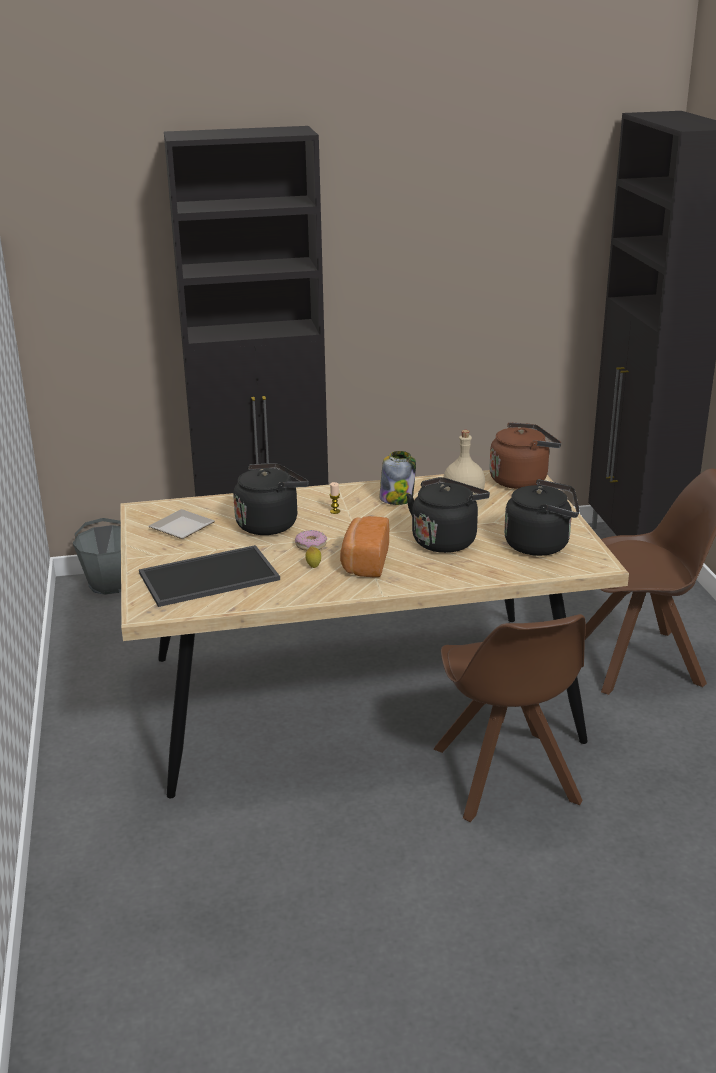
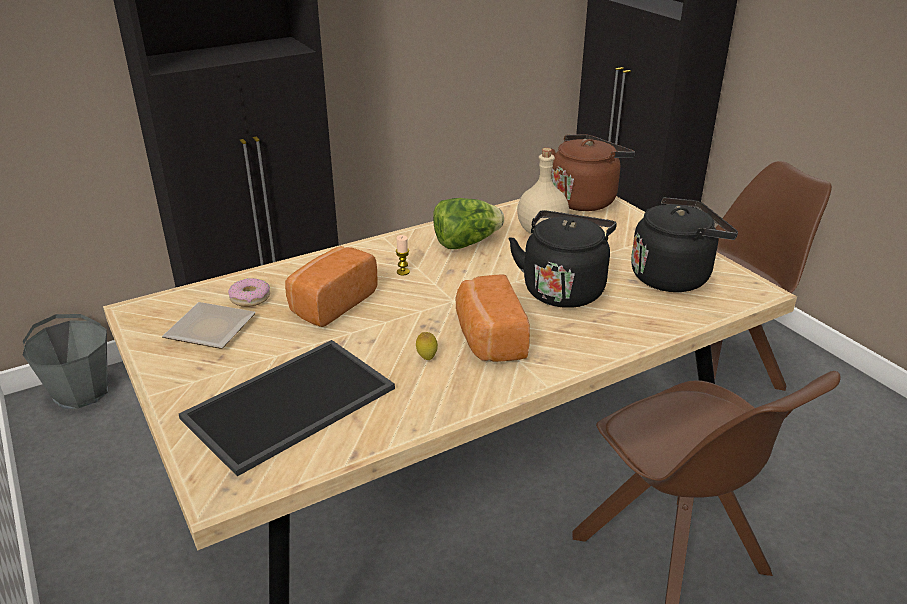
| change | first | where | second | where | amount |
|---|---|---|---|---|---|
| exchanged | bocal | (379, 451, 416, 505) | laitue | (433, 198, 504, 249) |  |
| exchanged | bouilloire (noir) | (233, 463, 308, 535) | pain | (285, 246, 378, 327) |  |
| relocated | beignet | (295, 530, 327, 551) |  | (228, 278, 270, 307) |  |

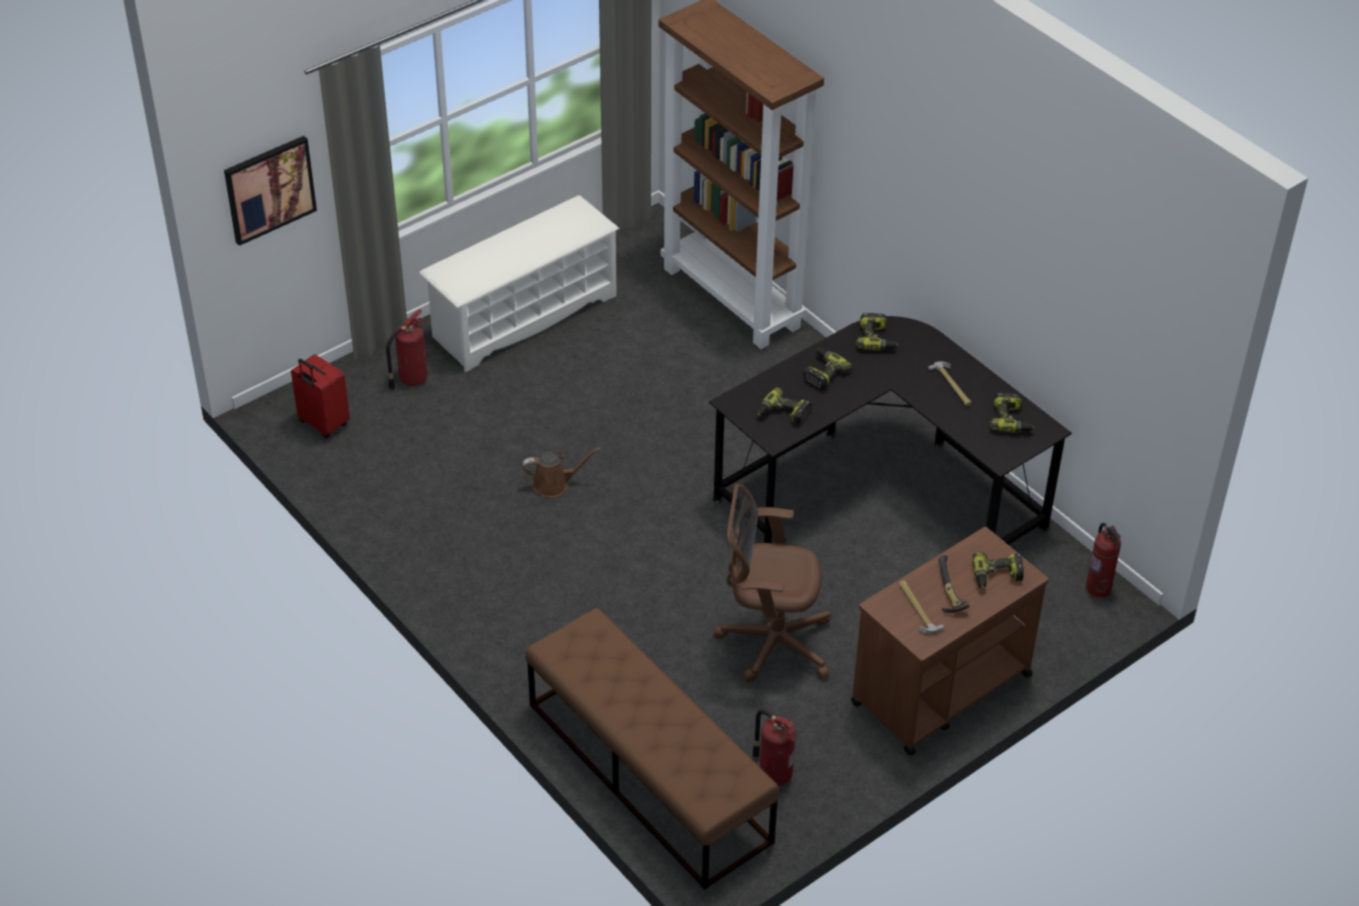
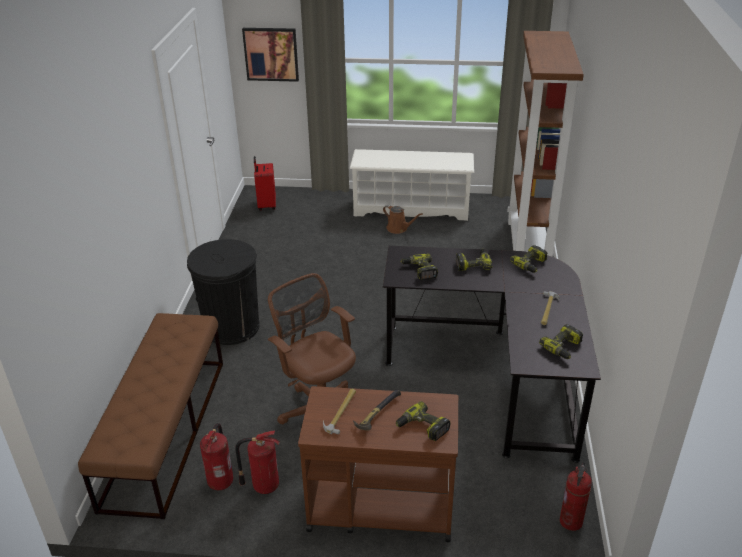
| change | first | where | second | where | amount |
|---|---|---|---|---|---|
| relocated | extincteur | (386, 309, 428, 390) |  | (235, 431, 279, 494) |  |
| relocated | arrosoir (marron) | (522, 448, 601, 497) |  | (383, 205, 422, 234) |  |
| appeared |  |  | poubelle (noir) | (187, 239, 260, 345) |  |

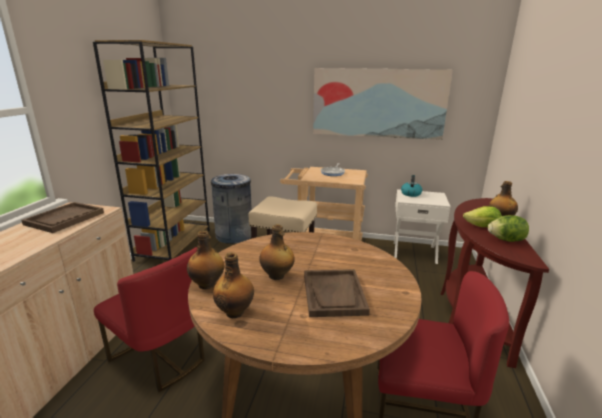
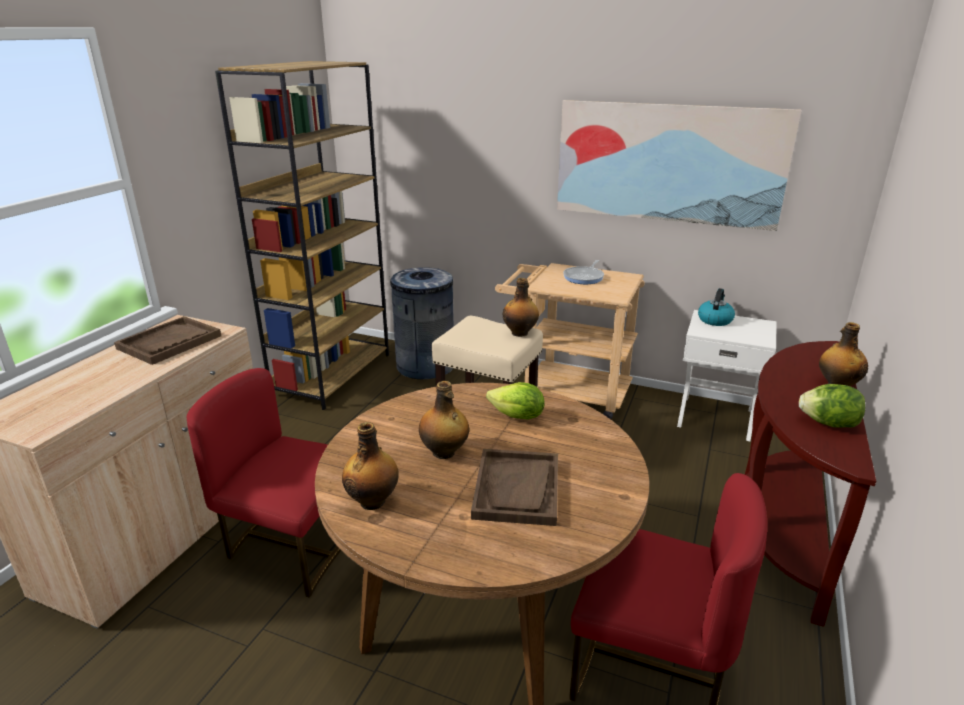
| change | first | where | second | where | amount |
|---|---|---|---|---|---|
| relocated | laitue | (463, 206, 502, 227) |  | (486, 382, 545, 420) |  |
| relocated | bouteille | (187, 231, 225, 289) |  | (503, 278, 539, 337) |  |
| spun | chaise (rouge) | (94, 247, 205, 392) |  | (187, 368, 341, 598) | 150 degrees clockwise |

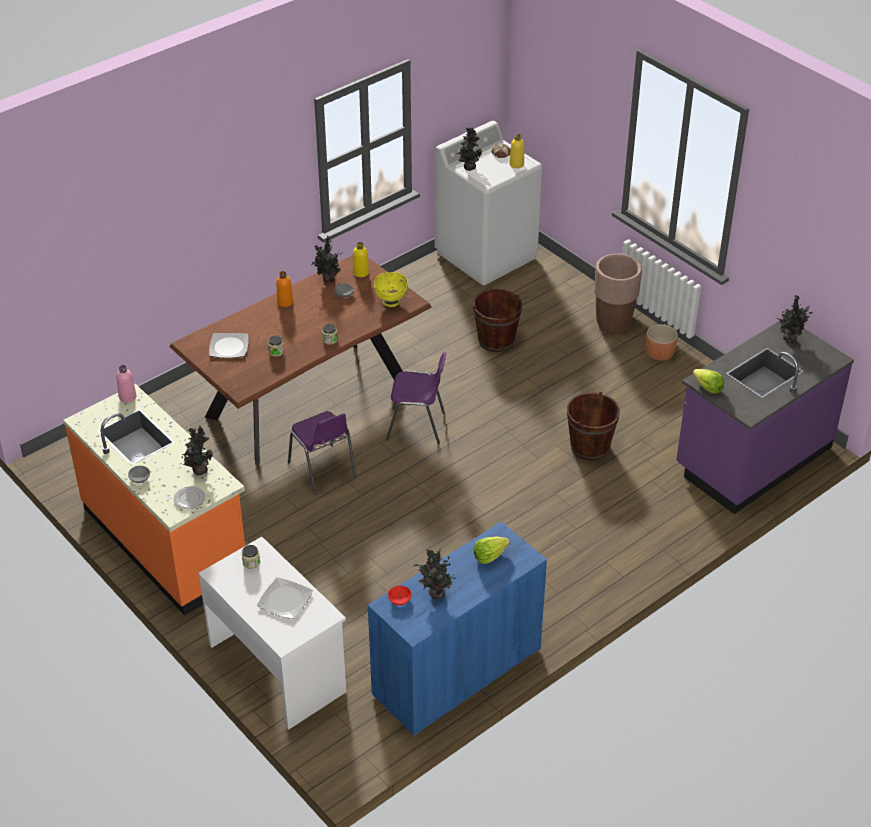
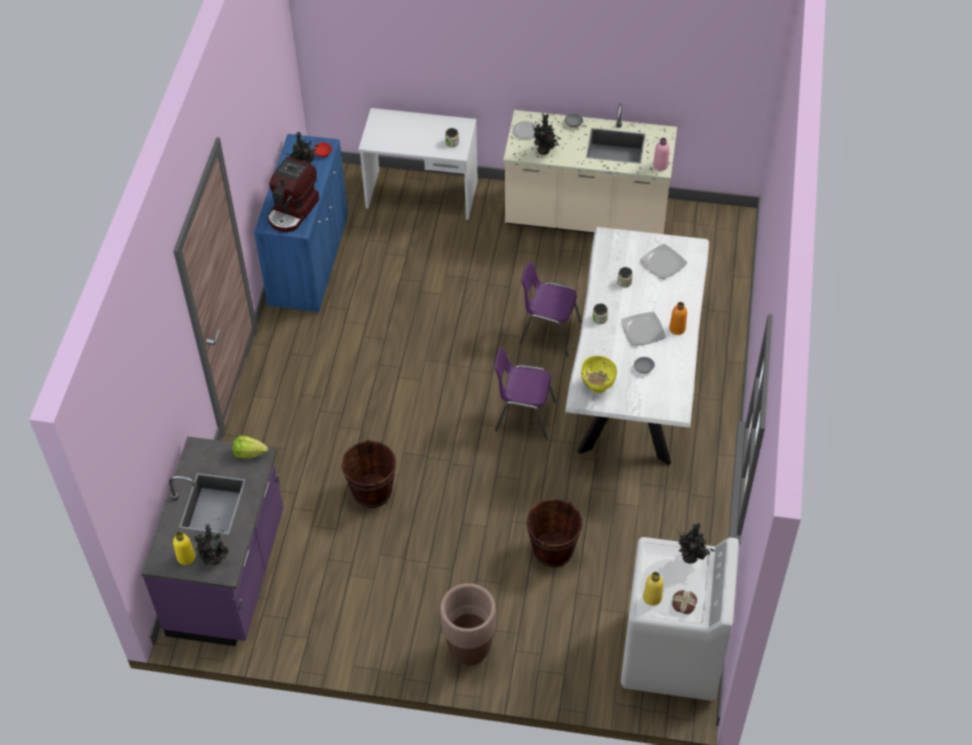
| change | first | where | second | where | amount |
|---|---|---|---|---|---|
| missing | plante en pot | (311, 236, 343, 282) |  |  |  |
| relocated | bouteille (jaune) | (353, 242, 369, 277) |  | (173, 532, 195, 565) |  |
| colour | table à manger (marron) | (169, 255, 432, 465) | table à manger (blanc) | (565, 227, 709, 465) |  |
| missing | cache-pot (marron) | (646, 324, 678, 361) |  |  |  |
| spun | chaise (violet) | (386, 352, 446, 444) |  | (494, 347, 556, 440) | 45 degrees clockwise |
| colour | comptoir de cuisine (orange) | (63, 384, 245, 616) | comptoir de cuisine (beige) | (503, 104, 677, 234) |  |
| exchanged | laitue | (474, 537, 510, 564) | machine à café | (267, 157, 319, 232) |  |
| relocated | assiette | (257, 577, 313, 619) |  | (621, 312, 666, 345) |  |

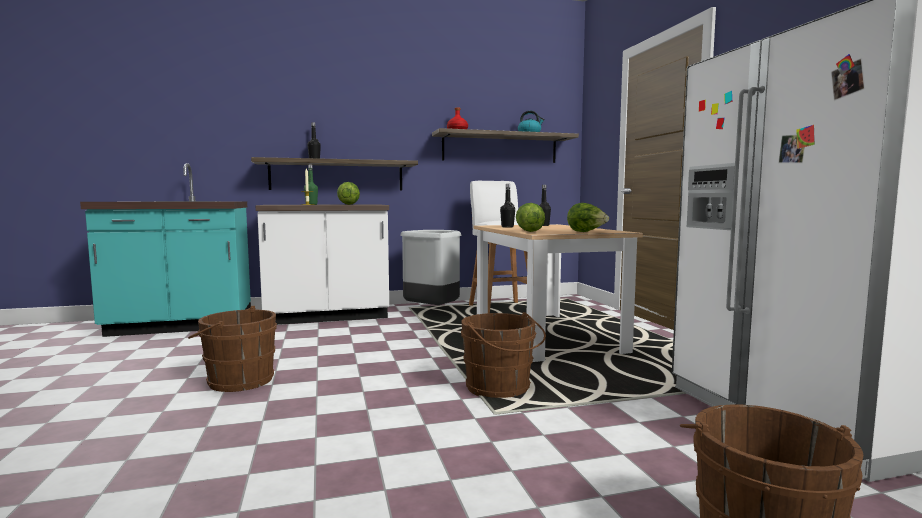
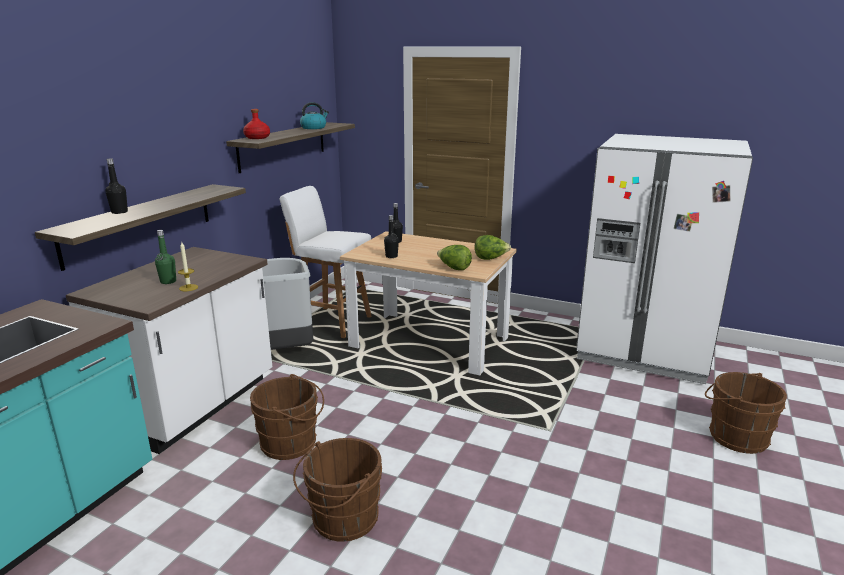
| change | first | where | second | where | amount |
|---|---|---|---|---|---|
| missing | laitue | (337, 182, 360, 205) |  |  |  |
| relocated | seau (marron) | (461, 312, 546, 398) |  | (250, 374, 324, 460) |  |

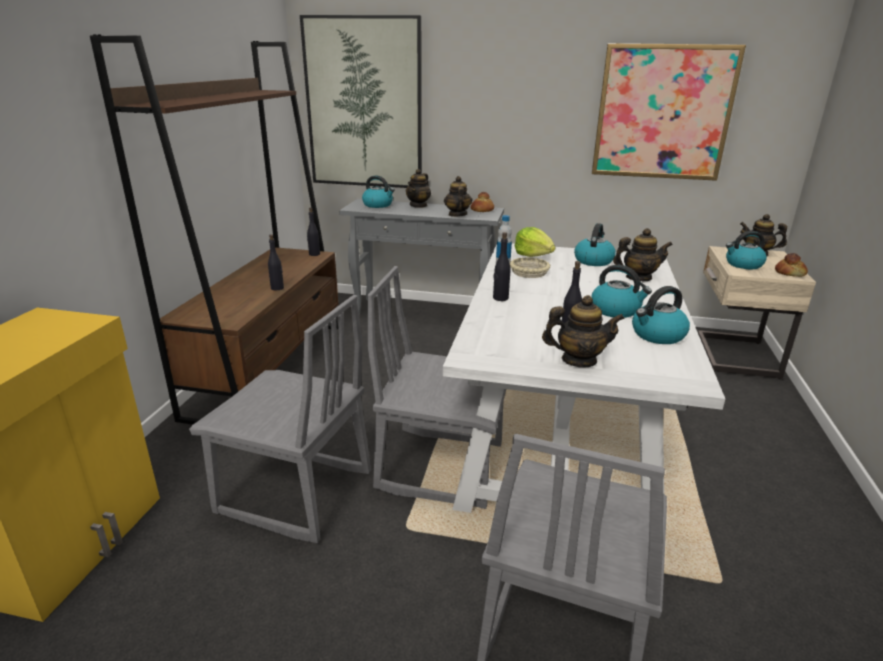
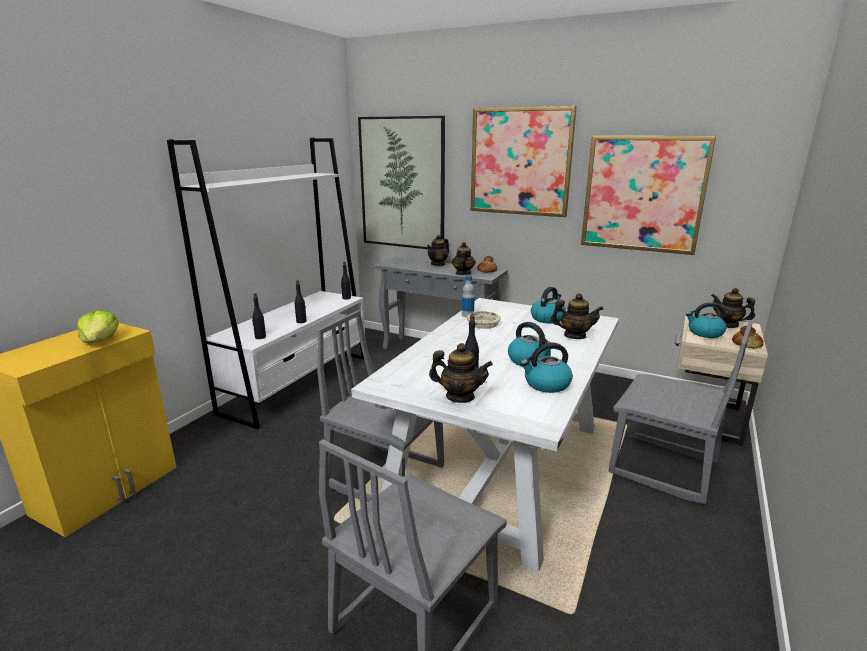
| change | first | where | second | where | amount |
|---|---|---|---|---|---|
| colour | bibliothèque (marron) | (90, 34, 338, 425) | bibliothèque (blanc) | (167, 138, 365, 429) |  |
| missing | bouilloire | (362, 175, 395, 208) |  |  |  |
| relocated | laitue | (514, 227, 555, 257) |  | (77, 310, 119, 343) |  |
| relocated | bouteille (noir) | (493, 232, 511, 301) |  | (252, 293, 266, 339) |  |
| relocated | chaise (gris) | (189, 295, 371, 543) |  | (608, 322, 753, 504) |  |
| appeared |  |  | tableau | (471, 106, 577, 217) |  |

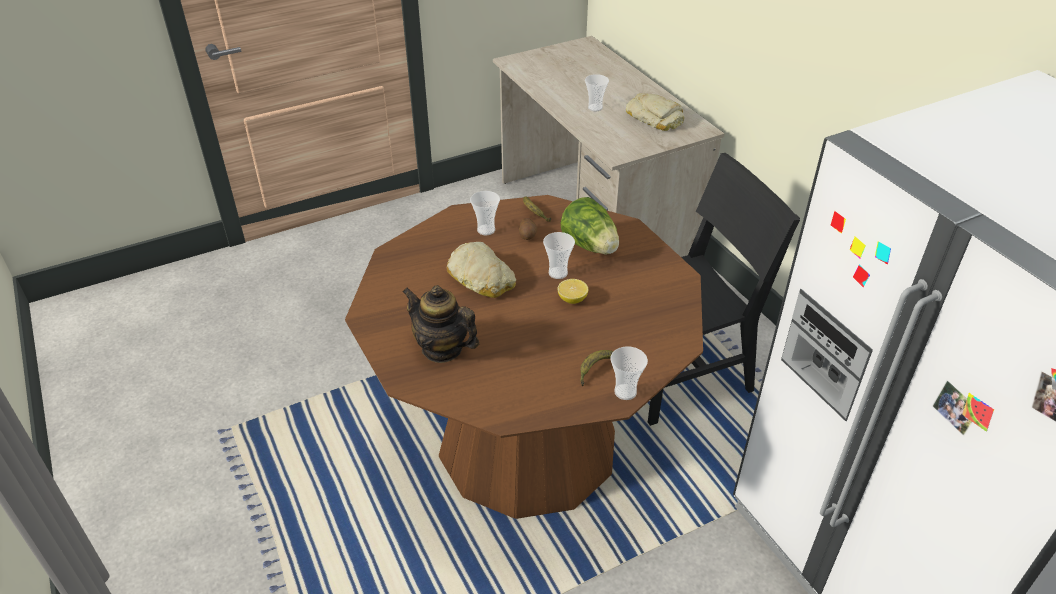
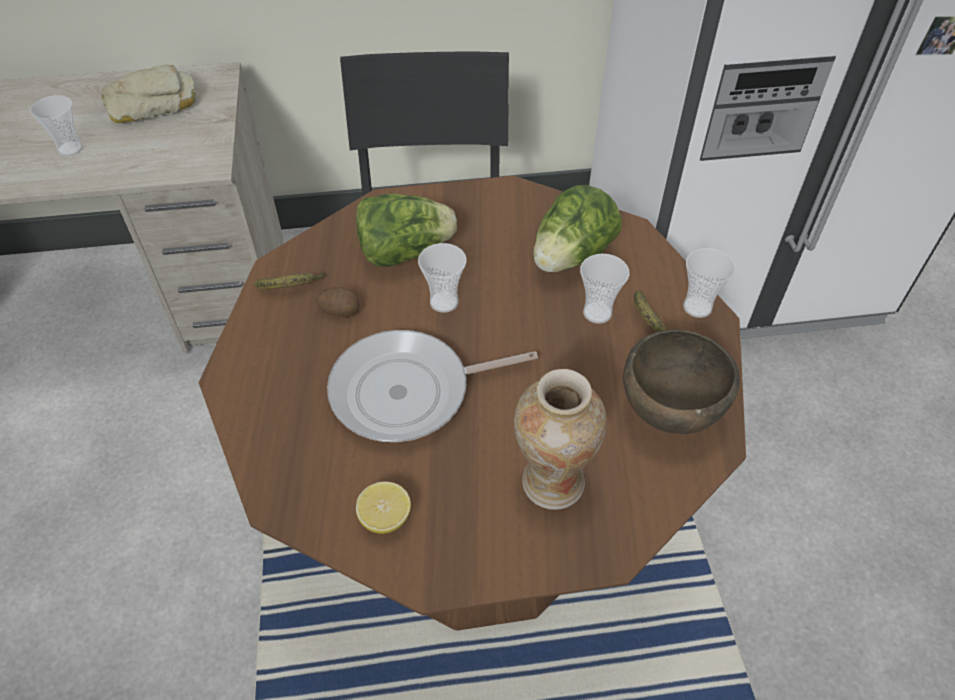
| change | first | where | second | where | amount |
|---|---|---|---|---|---|
| relocated | tasse | (470, 191, 500, 235) |  | (580, 254, 630, 324) |  |
| exchanged | pain | (446, 242, 516, 298) | poêle | (327, 330, 538, 442) |  |
| relocated | citron | (557, 279, 588, 304) |  | (356, 482, 411, 534) |  |
| exchanged | théière | (402, 285, 479, 363) | vase | (514, 369, 607, 510) |  |
| appeared |  |  | laitue | (533, 185, 622, 272) |  |
| appeared |  |  | bol (marron) | (623, 330, 740, 434) |  |

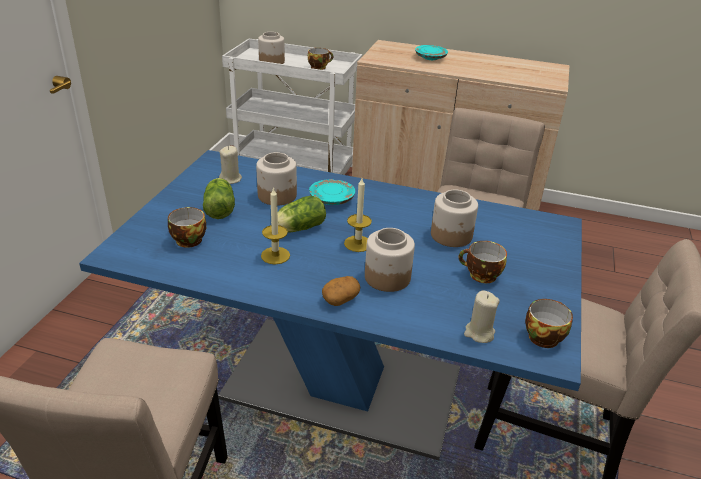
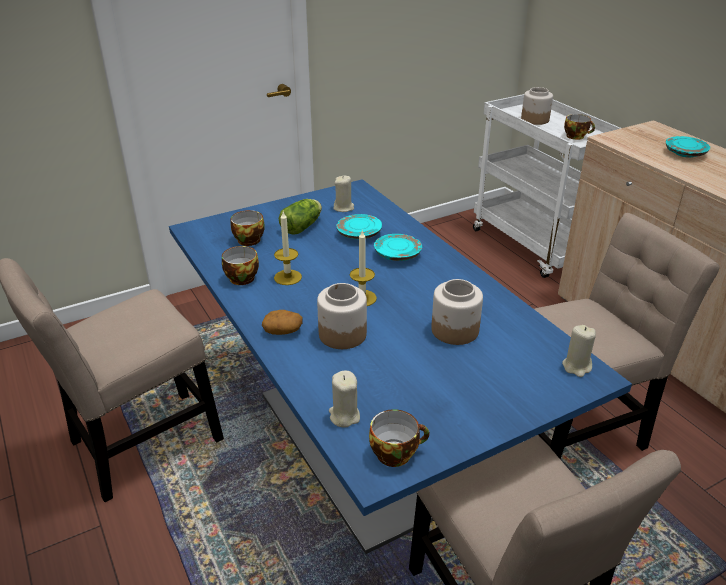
| change | first | where | second | where | amount |
|---|---|---|---|---|---|
| exchanged | bocal | (256, 152, 297, 206) | assiette (turquoise) | (336, 214, 382, 240) |  |
| missing | laitue | (278, 196, 326, 233) |  |  |  |
| relocated | tasse | (459, 241, 507, 283) |  | (222, 246, 259, 285) |  |
| appeared |  |  | bougie (beige) | (562, 325, 596, 377) |  |

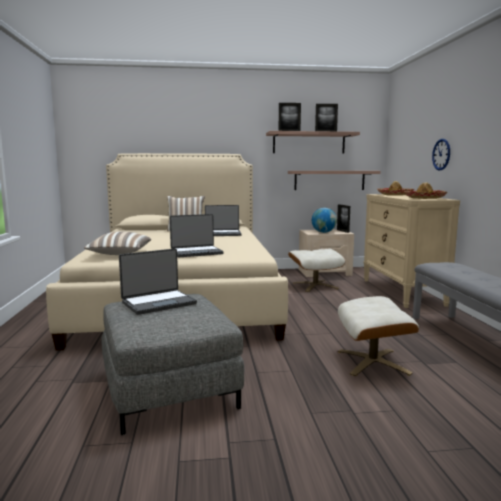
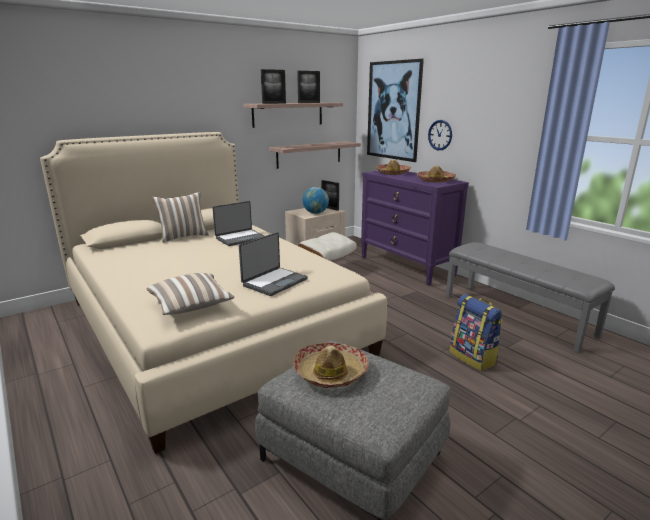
| change | first | where | second | where | amount |
|---|---|---|---|---|---|
| colour | commode (beige) | (363, 194, 460, 308) | commode (violet) | (361, 171, 469, 286) |  |
| exchanged | ordinateur portable | (119, 249, 197, 315) | chapeau | (294, 343, 369, 388) |  |
| exchanged | pouf (beige) | (338, 296, 419, 377) | sac à dos | (450, 294, 503, 371) |  |
| appeared |  |  | tableau | (367, 59, 424, 162) |  |

